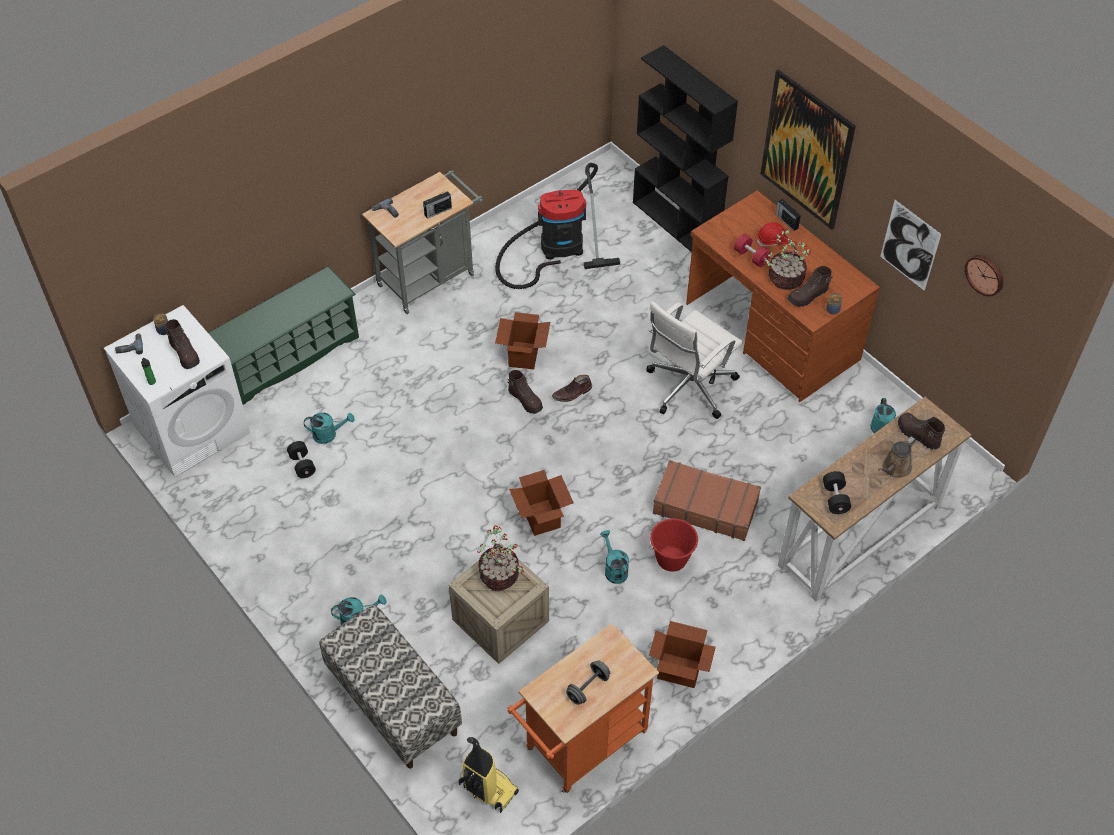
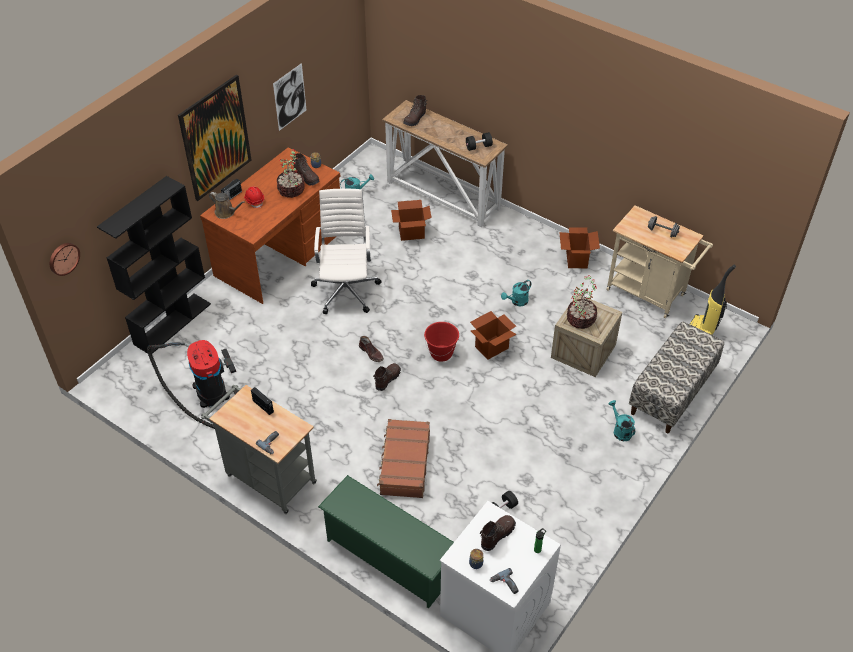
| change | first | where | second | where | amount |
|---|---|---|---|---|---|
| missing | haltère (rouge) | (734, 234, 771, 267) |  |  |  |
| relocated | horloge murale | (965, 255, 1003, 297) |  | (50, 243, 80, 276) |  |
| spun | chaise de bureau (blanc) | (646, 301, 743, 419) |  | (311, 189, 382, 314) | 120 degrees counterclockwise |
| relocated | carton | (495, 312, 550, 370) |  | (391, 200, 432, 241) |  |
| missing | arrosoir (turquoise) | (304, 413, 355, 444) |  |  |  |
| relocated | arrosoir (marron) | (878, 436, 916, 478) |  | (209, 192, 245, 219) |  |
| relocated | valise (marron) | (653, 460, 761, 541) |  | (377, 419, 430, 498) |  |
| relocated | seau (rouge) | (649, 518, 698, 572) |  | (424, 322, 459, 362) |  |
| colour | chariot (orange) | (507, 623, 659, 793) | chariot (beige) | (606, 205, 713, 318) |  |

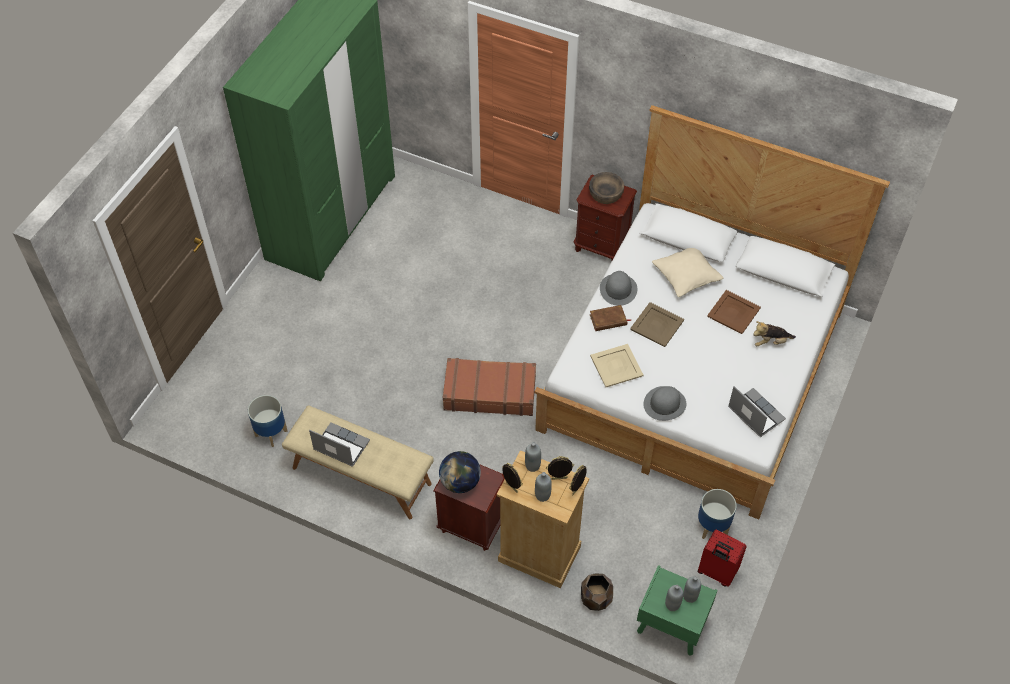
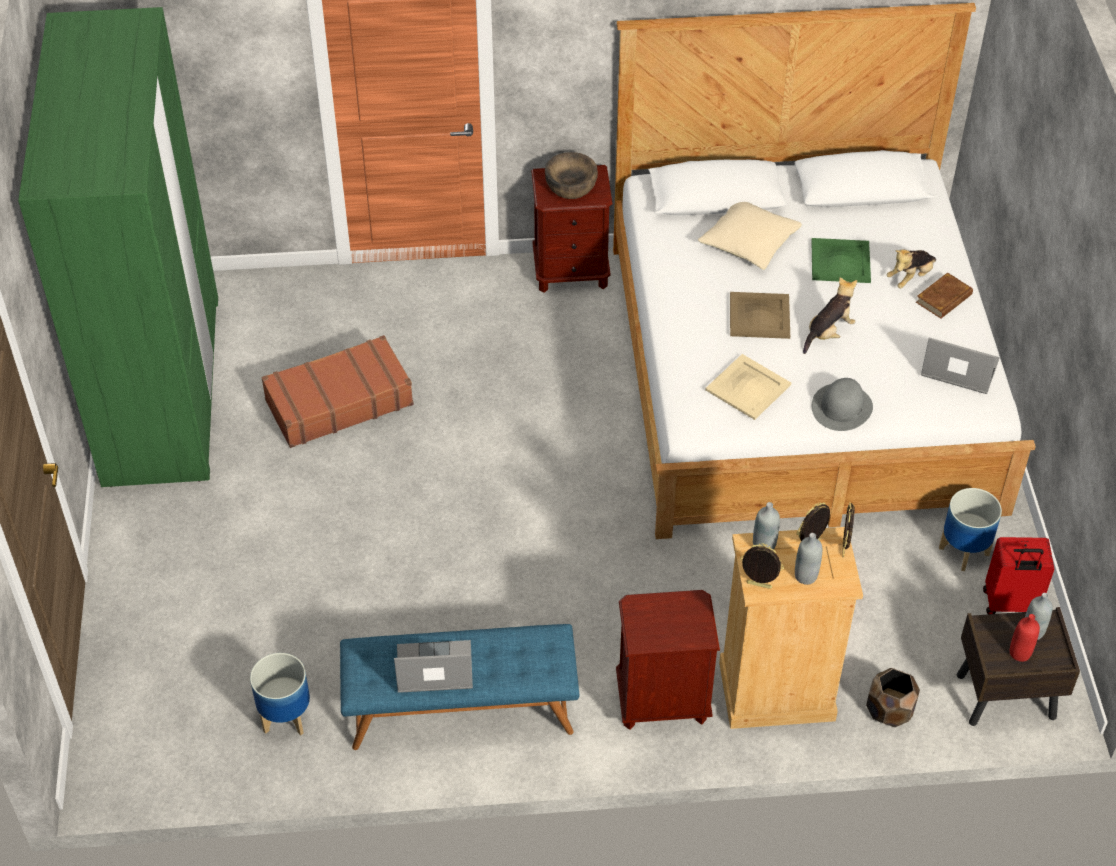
| change | first | where | second | where | amount |
|---|---|---|---|---|---|
| missing | chapeau (gris) | (600, 271, 638, 306) |  |  |  |
| colour | plateau (marron) | (707, 290, 761, 334) | plateau (vert) | (811, 238, 871, 283) |  |
| relocated | livre (marron) | (590, 305, 631, 331) |  | (916, 272, 973, 319) |  |
| relocated | valise (marron) | (443, 358, 536, 416) |  | (261, 335, 414, 448) |  |
| colour | banc (beige) | (282, 405, 434, 519) | banc (bleu) | (340, 624, 580, 750) |  |
| missing | globe | (439, 451, 481, 493) |  |  |  |
| colour | table de chevet (vert) | (637, 565, 717, 656) | table de chevet (marron) | (957, 607, 1080, 726) |  |
| colour | bouteille (gris) | (665, 585, 683, 611) | bouteille (rouge) | (1010, 614, 1040, 662) |  |
| appeared |  |  | peluche | (803, 277, 857, 354) |  |

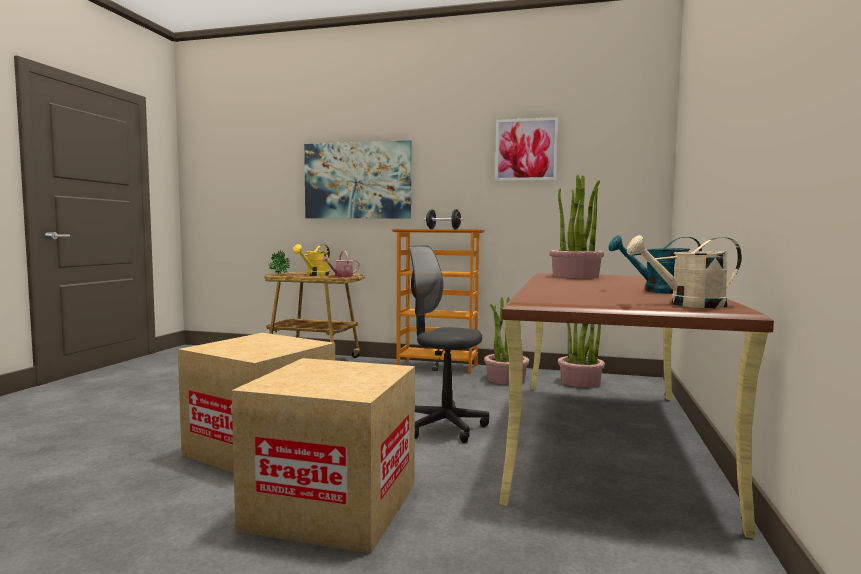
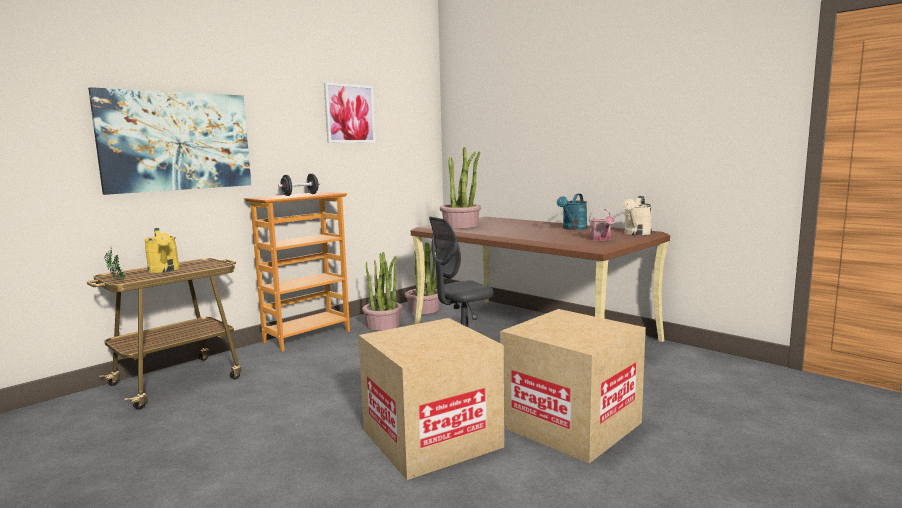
| change | first | where | second | where | amount |
|---|---|---|---|---|---|
| relocated | arrosoir | (321, 251, 359, 277) |  | (589, 208, 615, 241) |  |

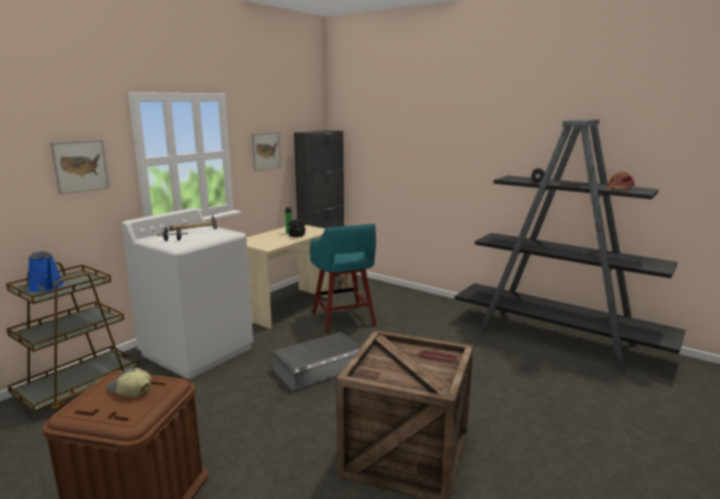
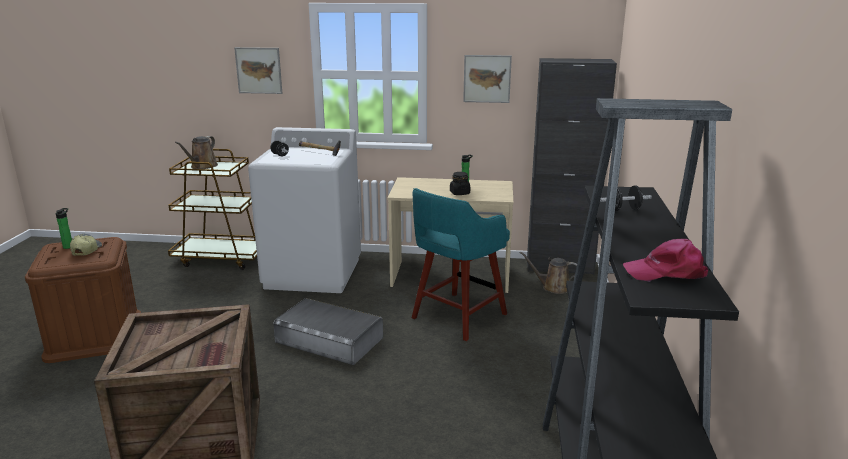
| change | first | where | second | where | amount |
|---|---|---|---|---|---|
| colour | casquette (marron) | (607, 171, 635, 191) | casquette (rose) | (623, 239, 708, 282) |  |
| colour | arrosoir (bleu) | (28, 251, 64, 292) | arrosoir (marron) | (175, 136, 218, 169) |  |
| appeared |  |  | bouteille | (56, 208, 72, 249) |  |

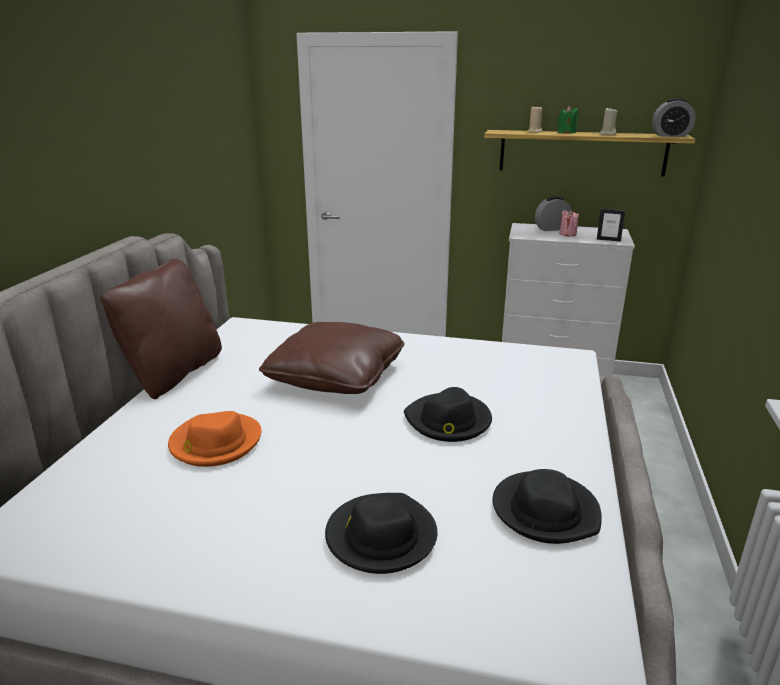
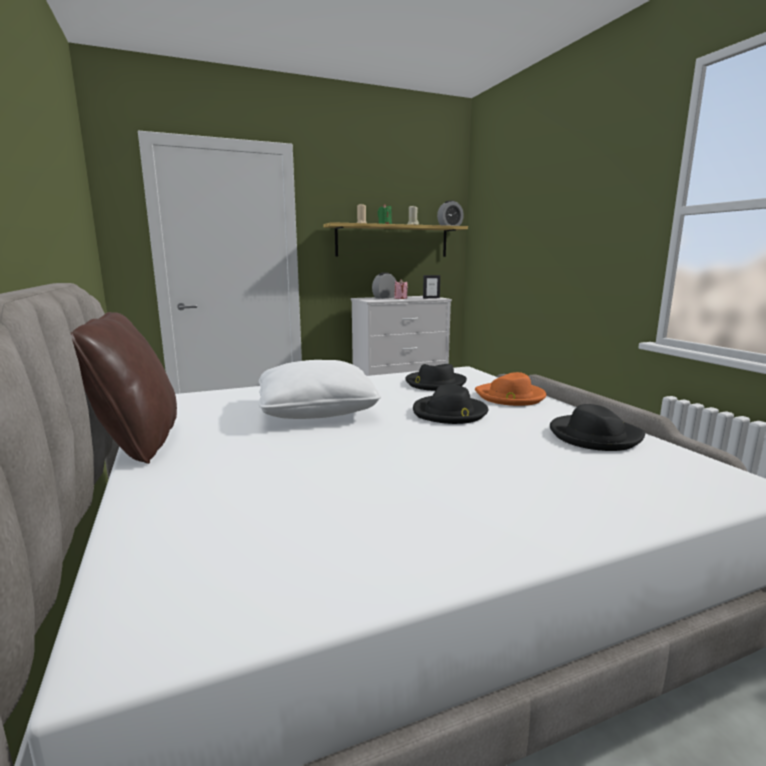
| change | first | where | second | where | amount |
|---|---|---|---|---|---|
| colour | coussin (marron) | (259, 322, 405, 394) | coussin (blanc) | (259, 360, 381, 419) |  |
| relocated | chapeau (orange) | (168, 411, 261, 467) |  | (475, 372, 546, 406) |  |
| relocated | chapeau (noir) | (325, 493, 438, 574) |  | (405, 364, 467, 391) |  |

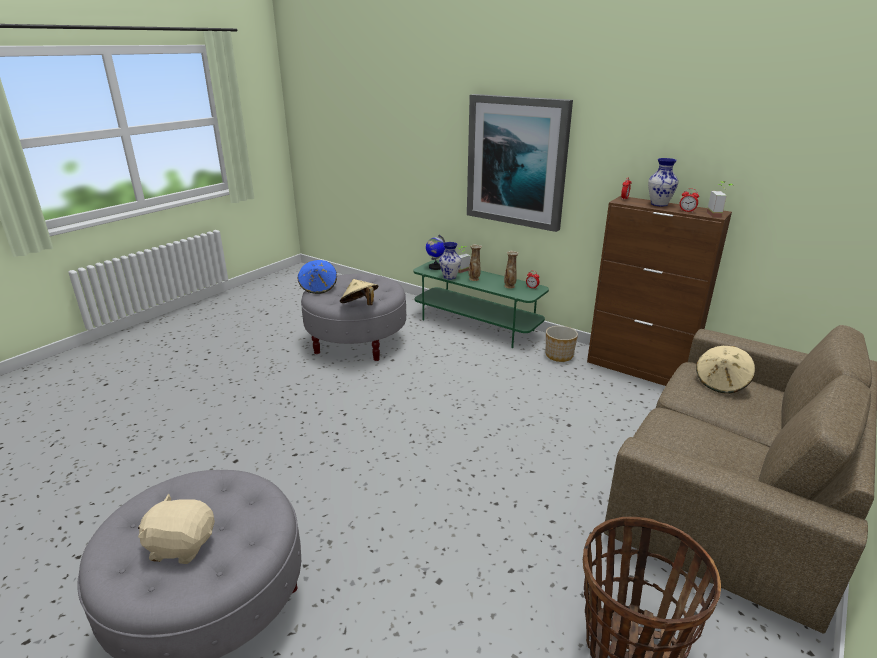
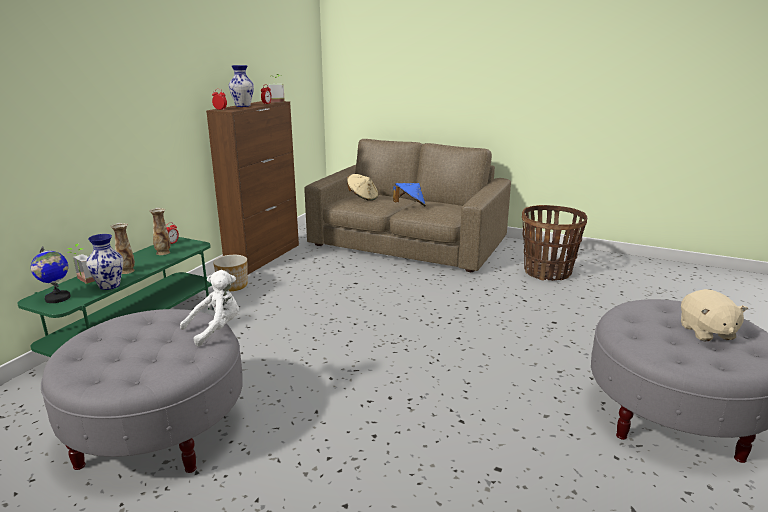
| change | first | where | second | where | amount |
|---|---|---|---|---|---|
| missing | tableau | (467, 94, 573, 232) |  |  |  |
| relocated | chapeau (bleu) | (297, 260, 337, 294) |  | (393, 183, 426, 206) |  |
| exchanged | chapeau (beige) | (340, 279, 378, 305) | peluche (blanc) | (180, 270, 239, 346) |  |

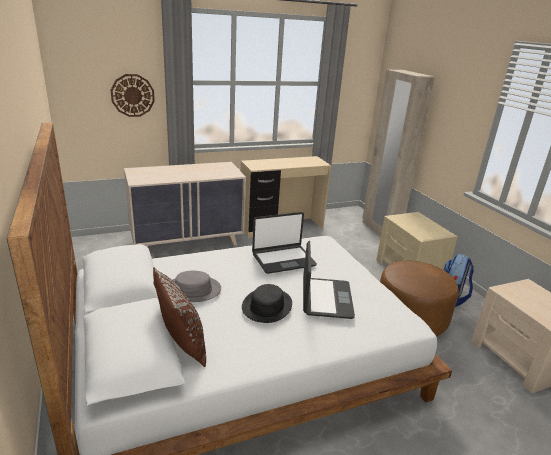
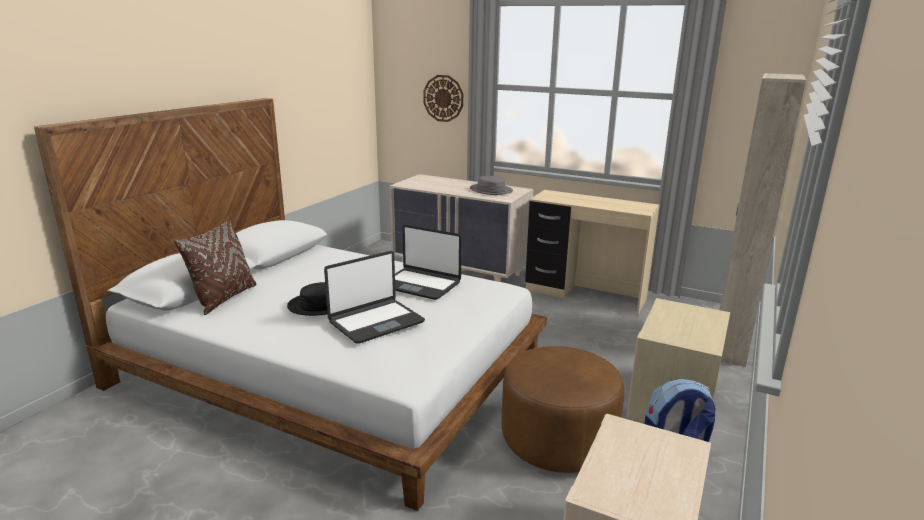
| change | first | where | second | where | amount |
|---|---|---|---|---|---|
| relocated | chapeau (gris) | (172, 271, 221, 302) |  | (470, 176, 513, 195) |  |

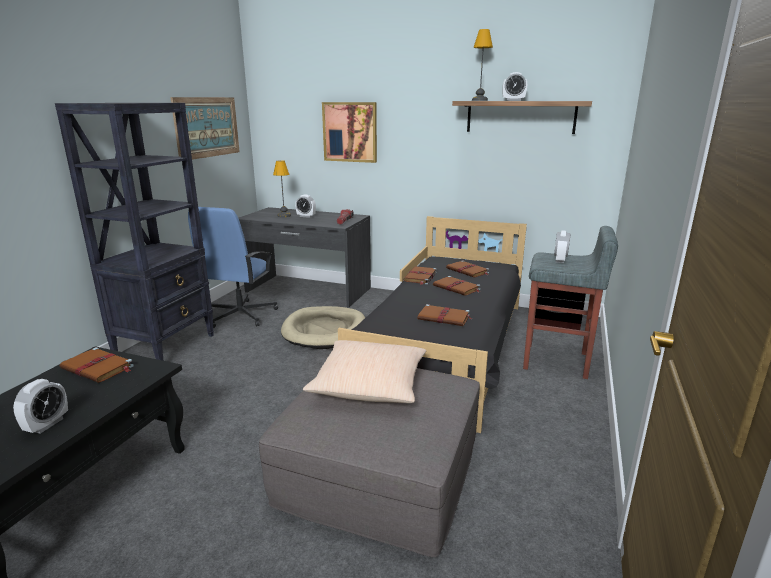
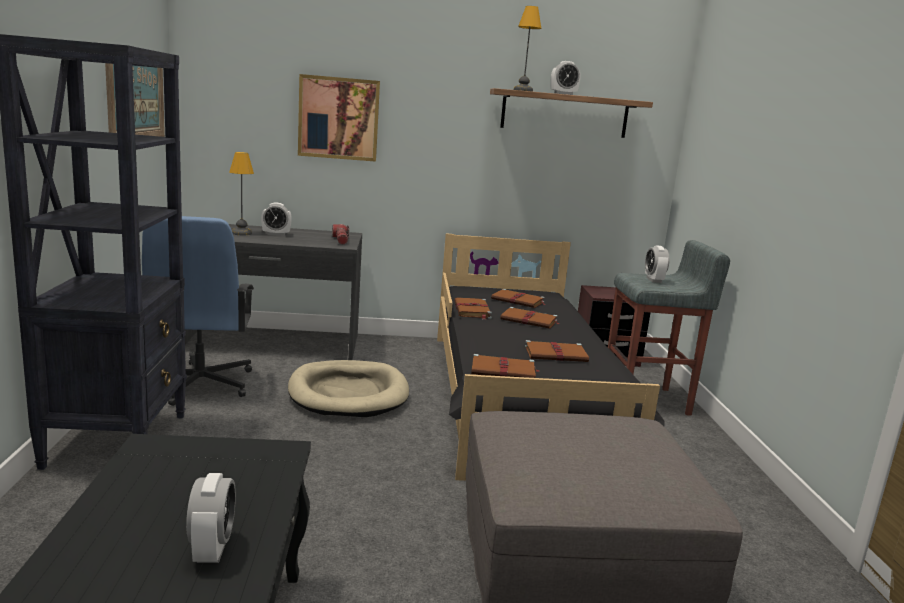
| change | first | where | second | where | amount |
|---|---|---|---|---|---|
| missing | coussin (beige) | (303, 340, 426, 403) |  |  |  |
| relocated | livre (marron) | (59, 347, 134, 383) |  | (471, 354, 540, 378) |  |

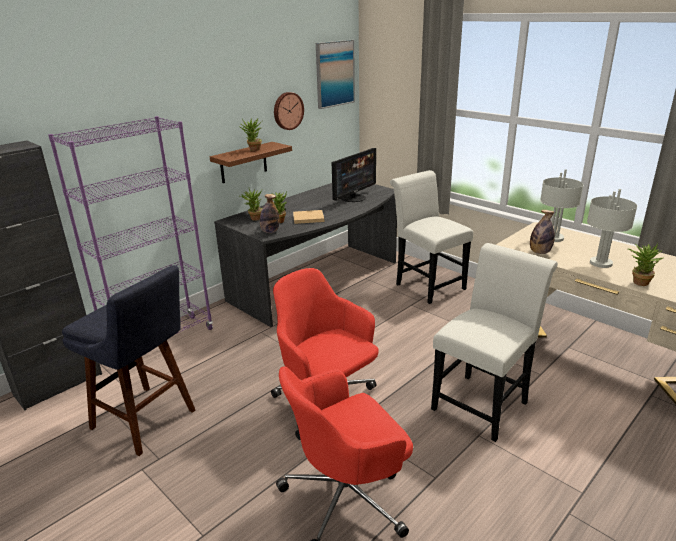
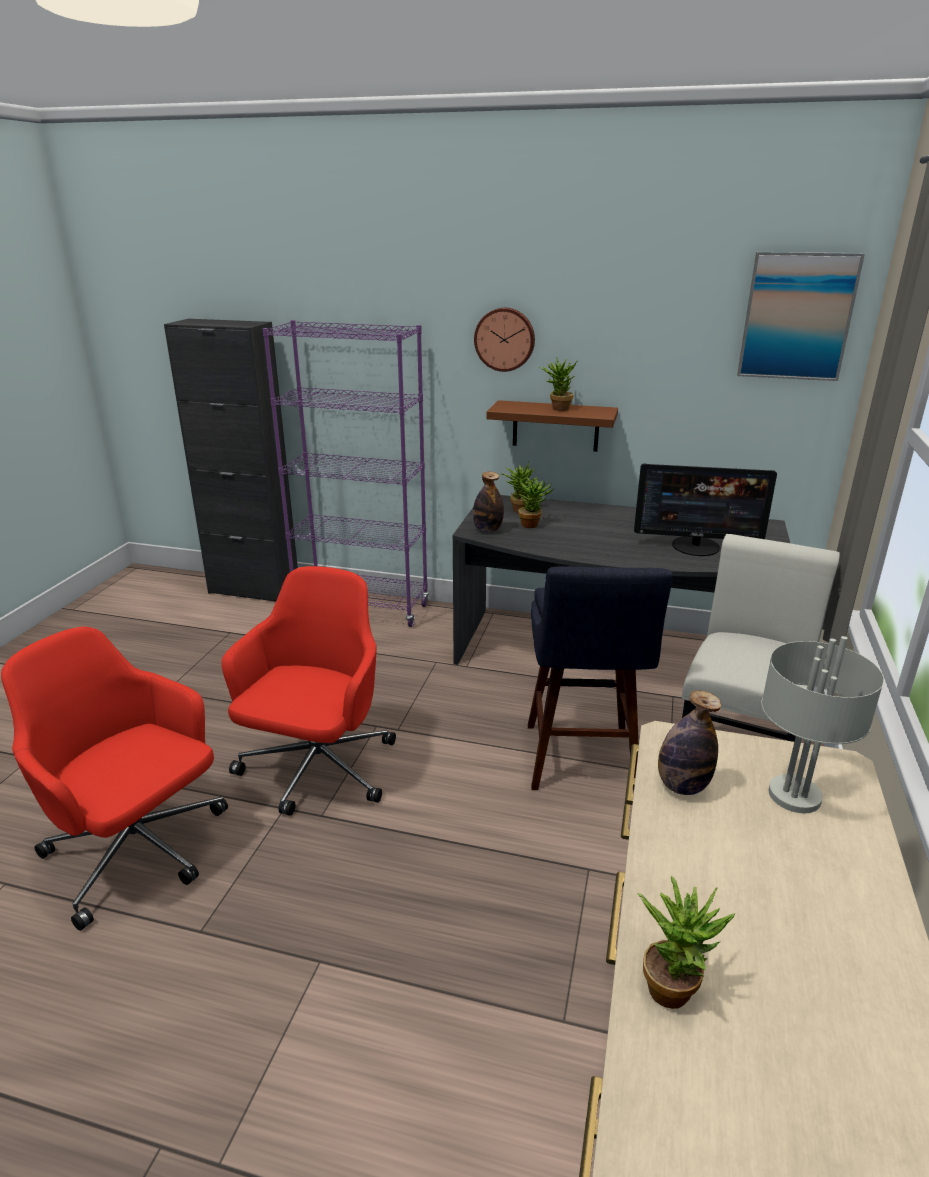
| change | first | where | second | where | amount |
|---|---|---|---|---|---|
| relocated | horloge murale | (274, 92, 304, 130) |  | (474, 308, 535, 372) |  |
| missing | lampe de table (gris) | (587, 189, 637, 268) |  |  |  |
| missing | livre (beige) | (293, 210, 324, 224) |  |  |  |
| missing | chaise (blanc) | (431, 243, 558, 442) |  |  |  |
| relocated | tabouret (bleu) | (62, 265, 195, 456) |  | (528, 567, 673, 791) |  |

